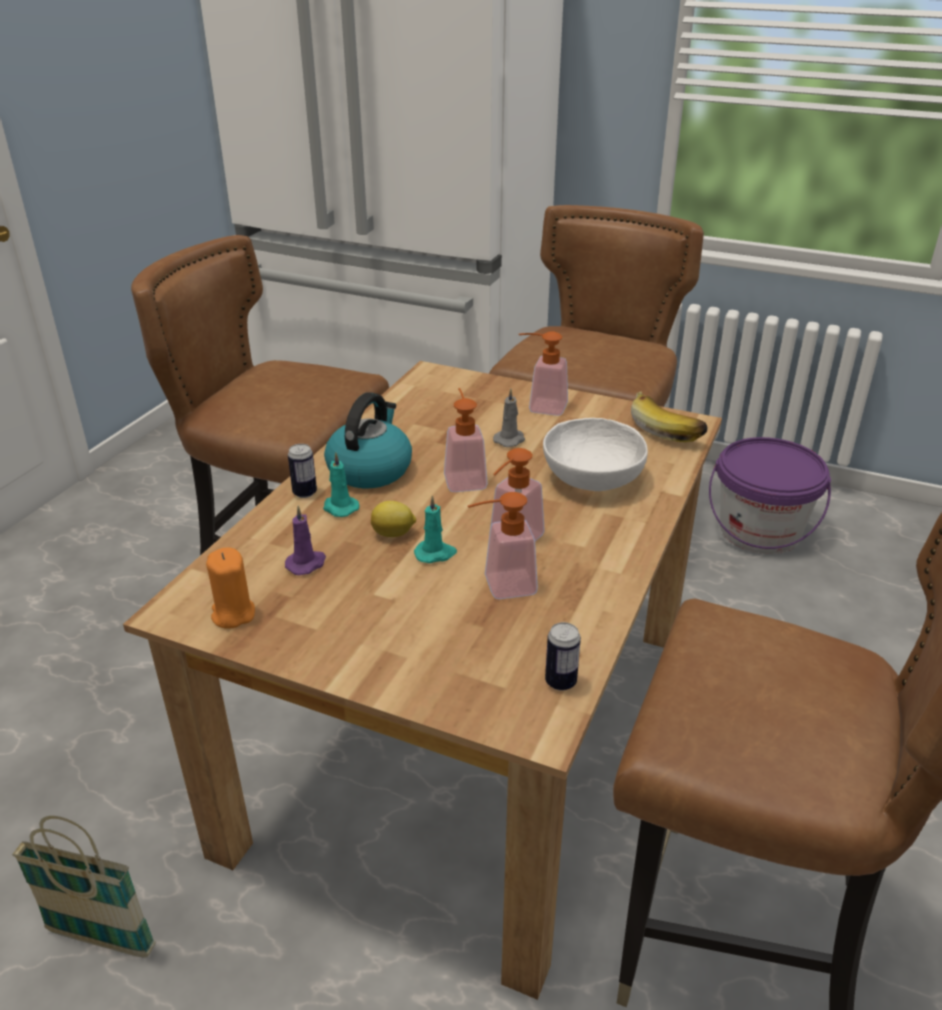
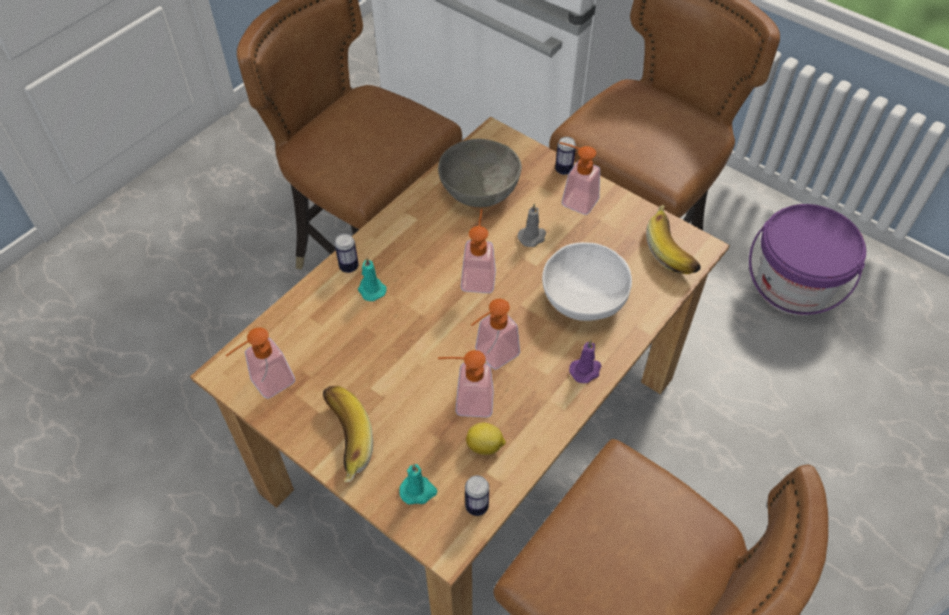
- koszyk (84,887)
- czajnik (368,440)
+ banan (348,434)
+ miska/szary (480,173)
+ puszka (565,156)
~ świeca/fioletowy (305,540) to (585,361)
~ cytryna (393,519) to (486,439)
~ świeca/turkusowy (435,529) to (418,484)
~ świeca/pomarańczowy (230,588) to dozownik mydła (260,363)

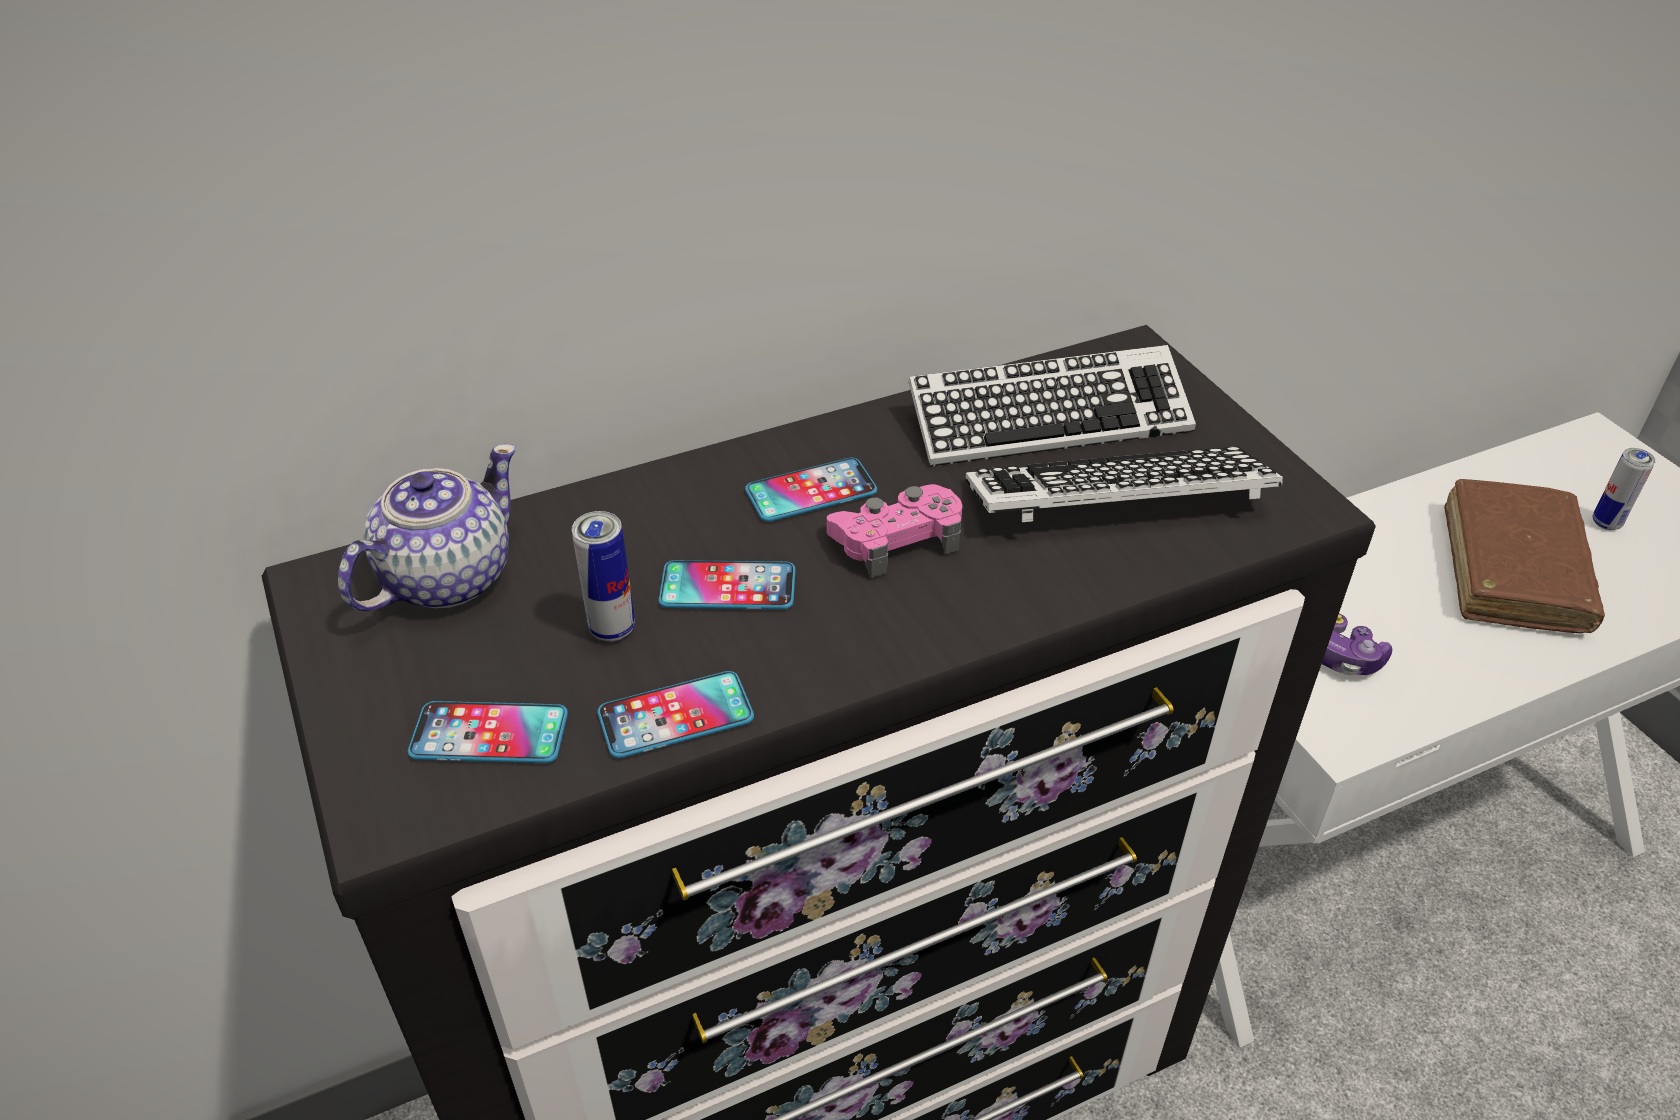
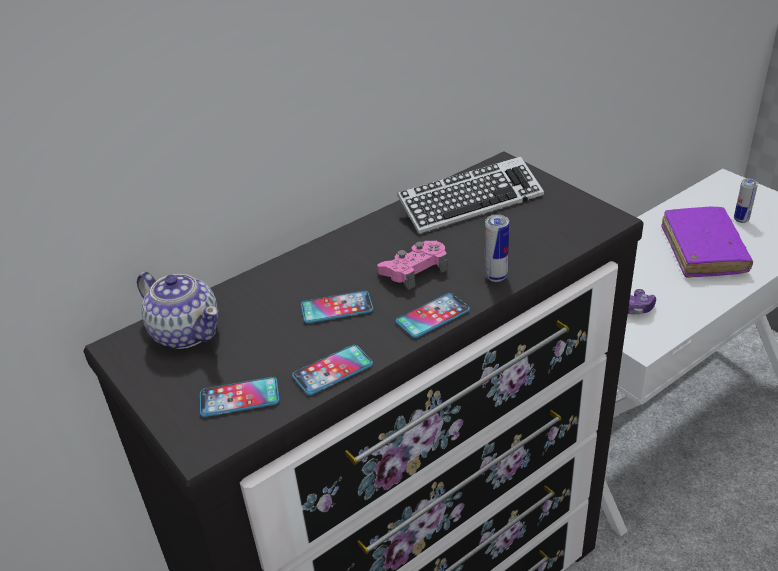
- klawiatura (1124,484)
~ puszka (603,576) to (497,248)
~ telefon (811,490) to (433,315)
~ książka/brązowy (1524,556) to książka/fioletowy (707,242)
~ imbryk (427,527) = (178,310) 105 degrees clockwise

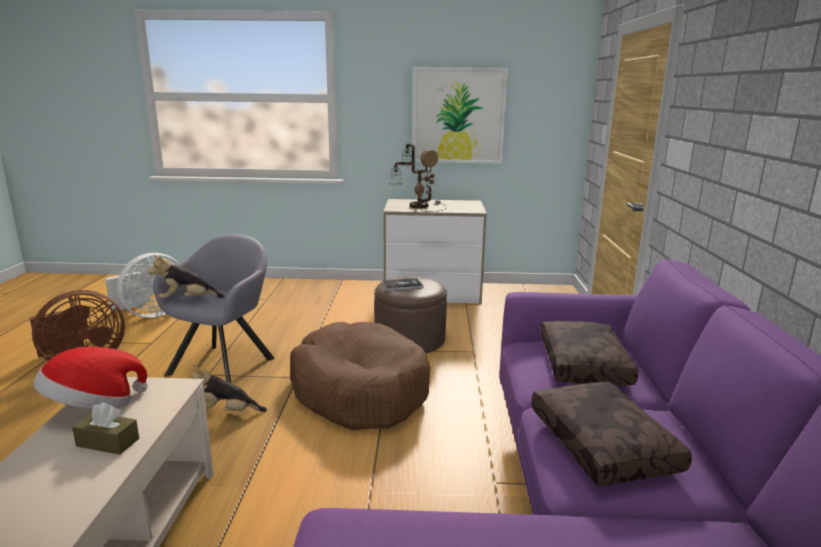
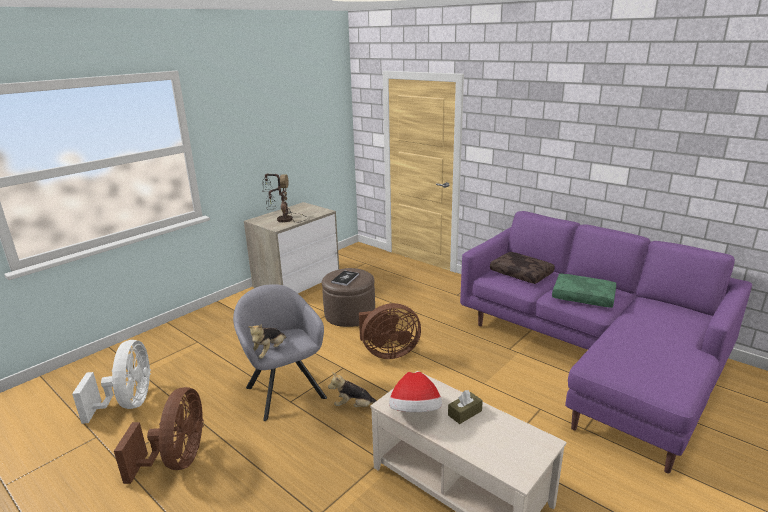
- obraz (460,115)
~ legowisko/brązowy (360,376) to wentylator/brązowy (390,331)
~ poduszka/brązowy (611,434) to poduszka/zielony (584,291)
~ pluszak (229,388) = (352,389) 60 degrees clockwise

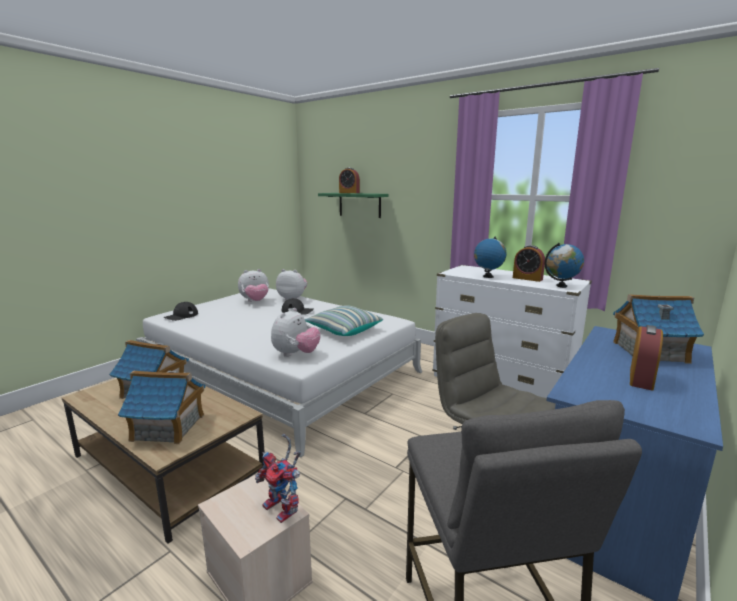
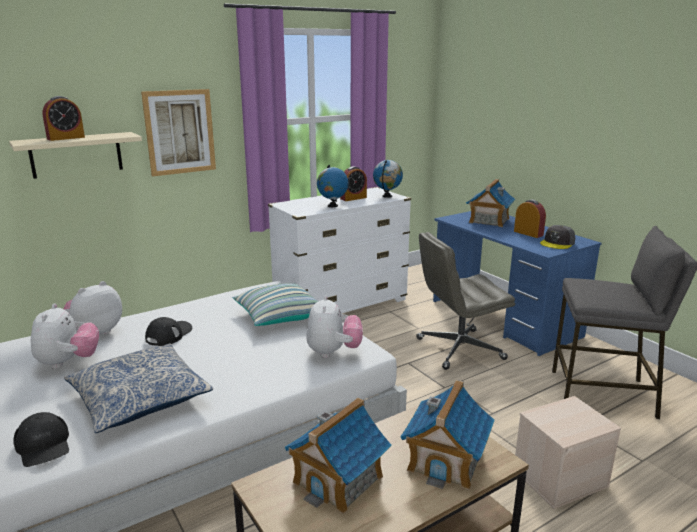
- robot zabawkowy (278,478)
+ poduszka (138,388)
+ obraz (178,133)
+ czapka z daszkiem/szary (557,237)
~ półka/zielony (353,205) to półka/beżowy (75,155)
~ pluszak (296,332) = (334,326) 45 degrees clockwise

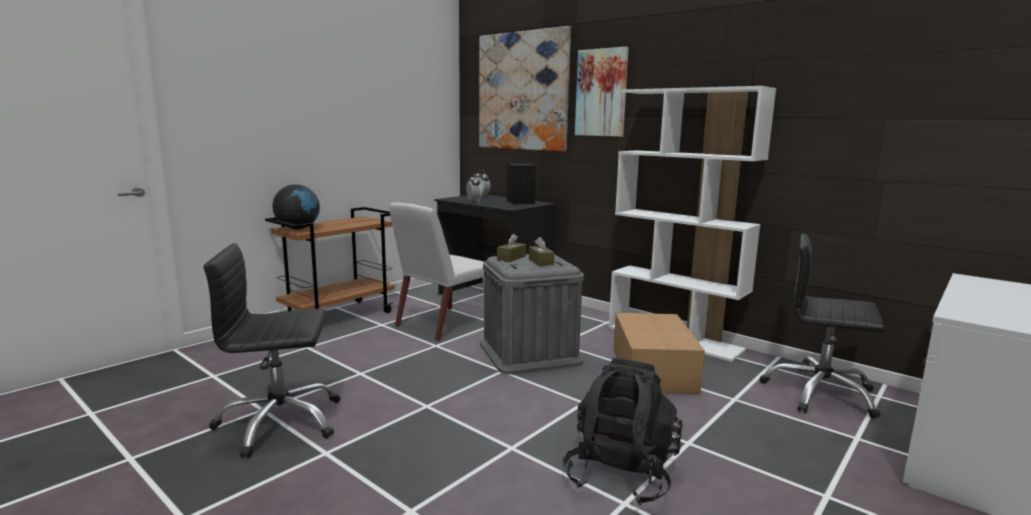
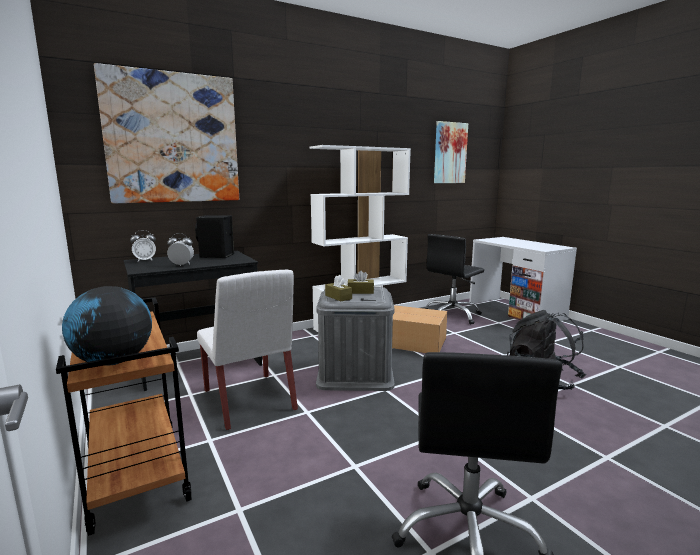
~ obraz (602,92) to (451,152)

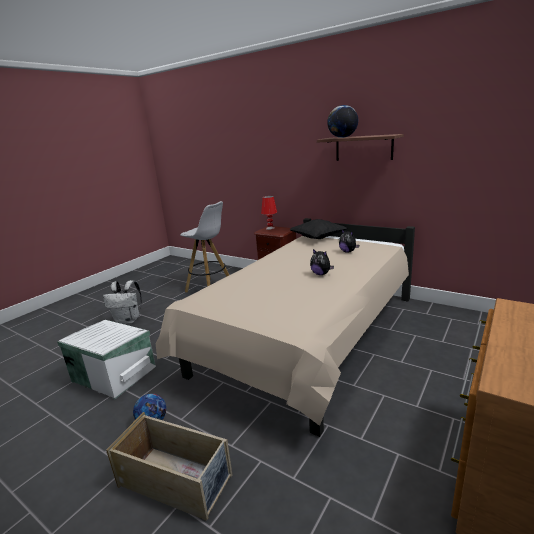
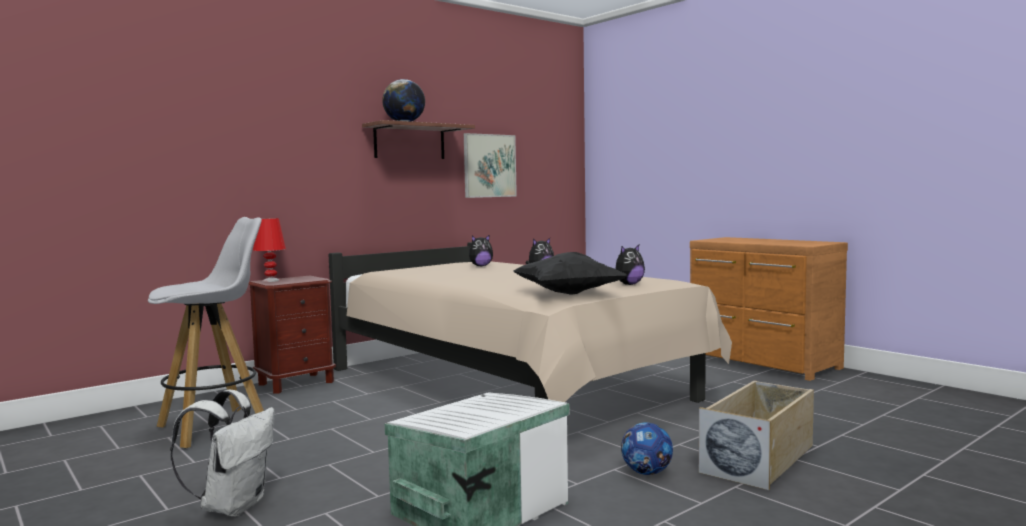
+ obraz (490,165)
+ pluszak (630,265)
~ poduszka/czarny (318,229) to (570,273)

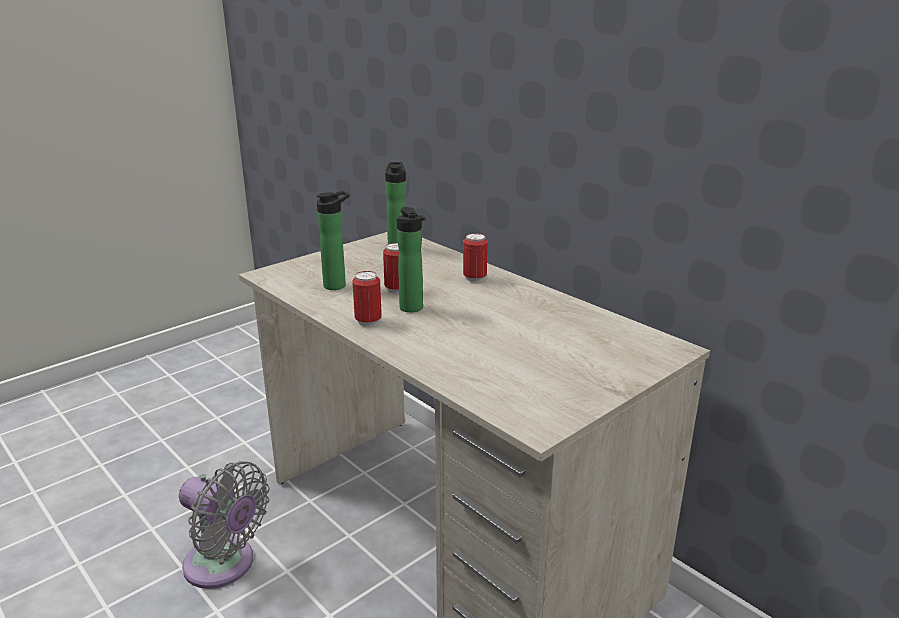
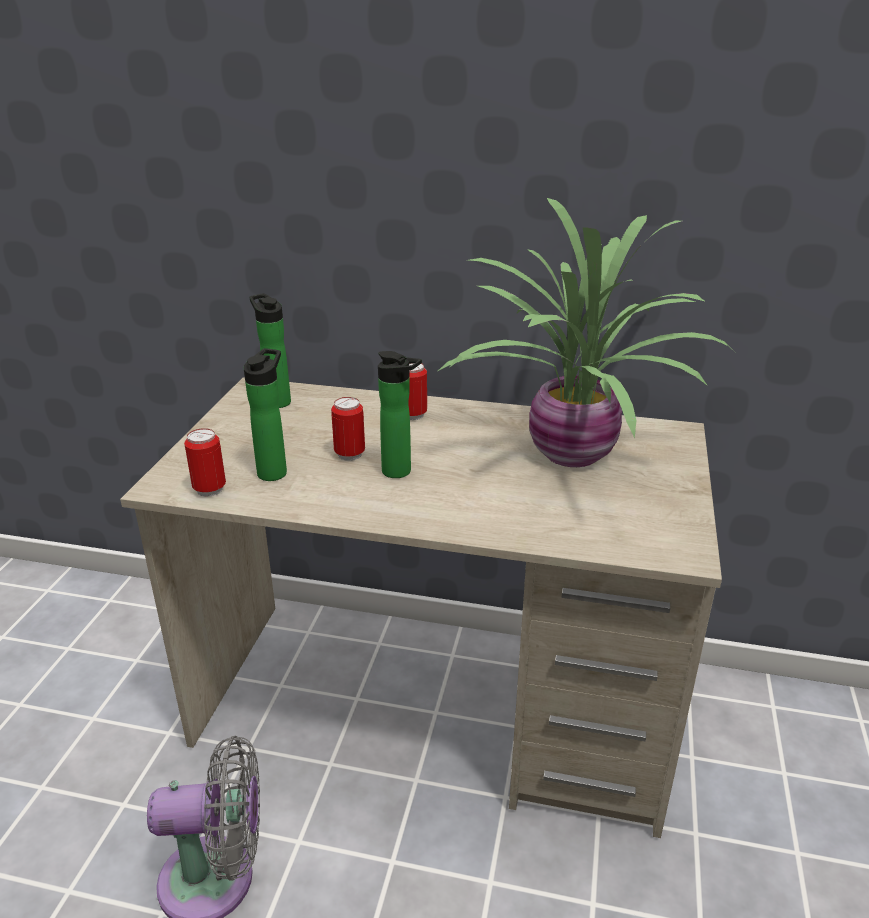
+ roślina doniczkowa (584,332)
~ puszka (367,298) to (205,462)

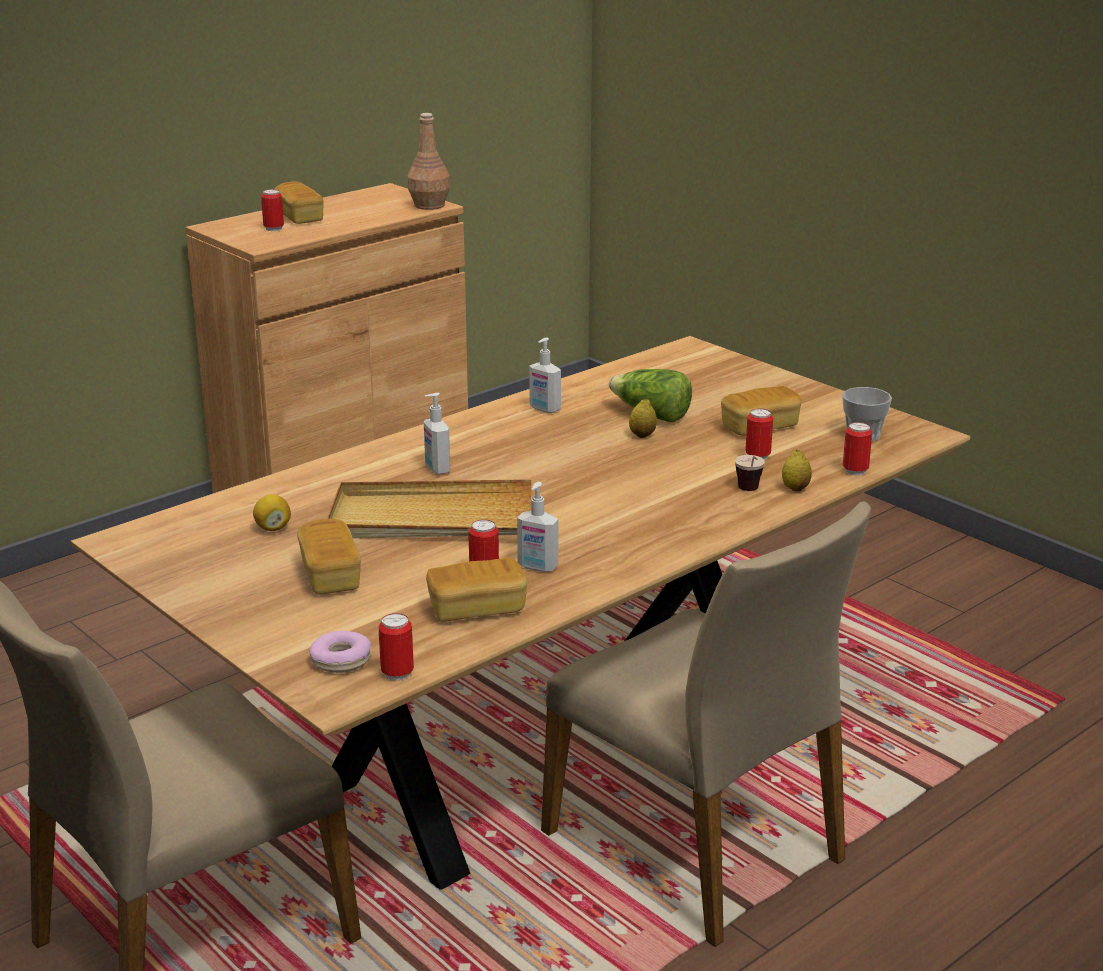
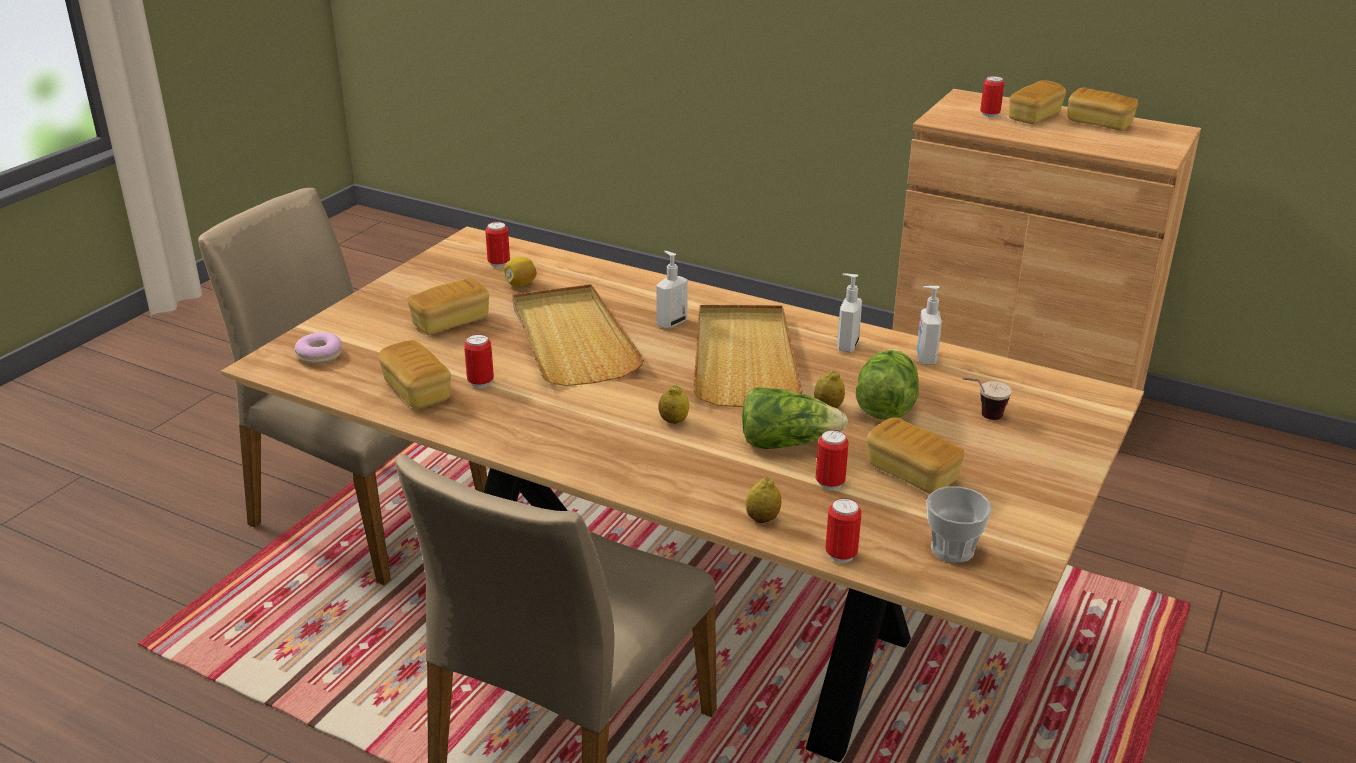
- butelka/brązowy (428,161)
+ cytryna (673,404)
+ taca/beżowy (748,356)
+ sałata (795,418)
+ chleb (1102,109)
~ puszka (396,647) to (497,245)
~ dozownik mydła (537,527) to (929,325)
~ filiżanka (750,473) to (987,399)

